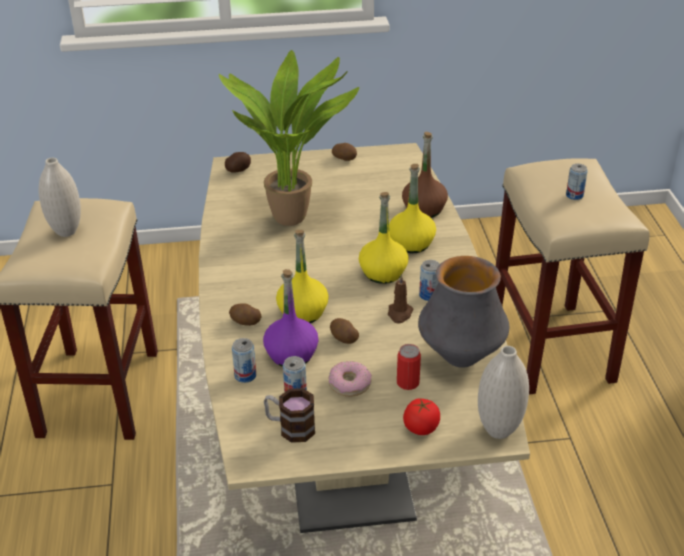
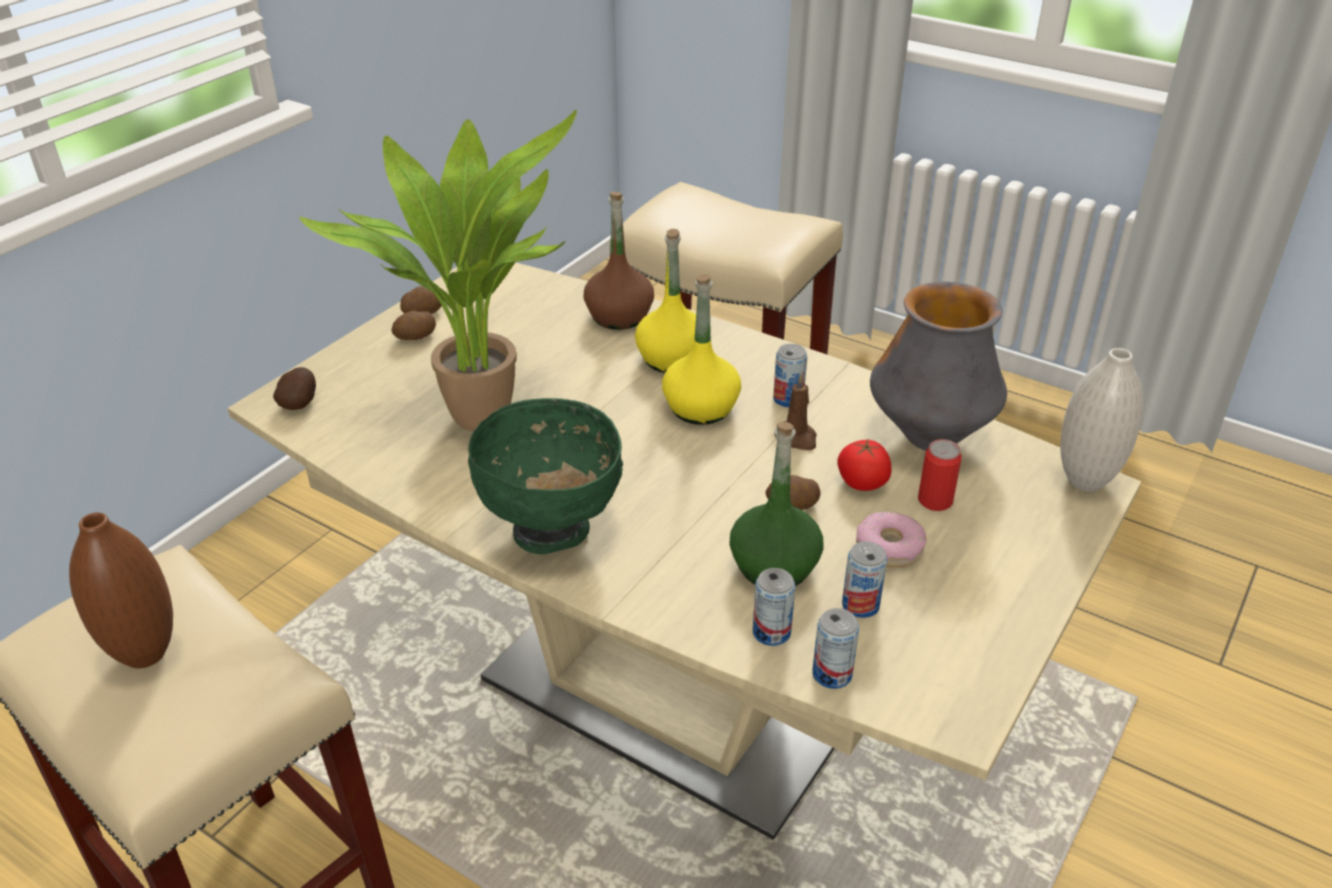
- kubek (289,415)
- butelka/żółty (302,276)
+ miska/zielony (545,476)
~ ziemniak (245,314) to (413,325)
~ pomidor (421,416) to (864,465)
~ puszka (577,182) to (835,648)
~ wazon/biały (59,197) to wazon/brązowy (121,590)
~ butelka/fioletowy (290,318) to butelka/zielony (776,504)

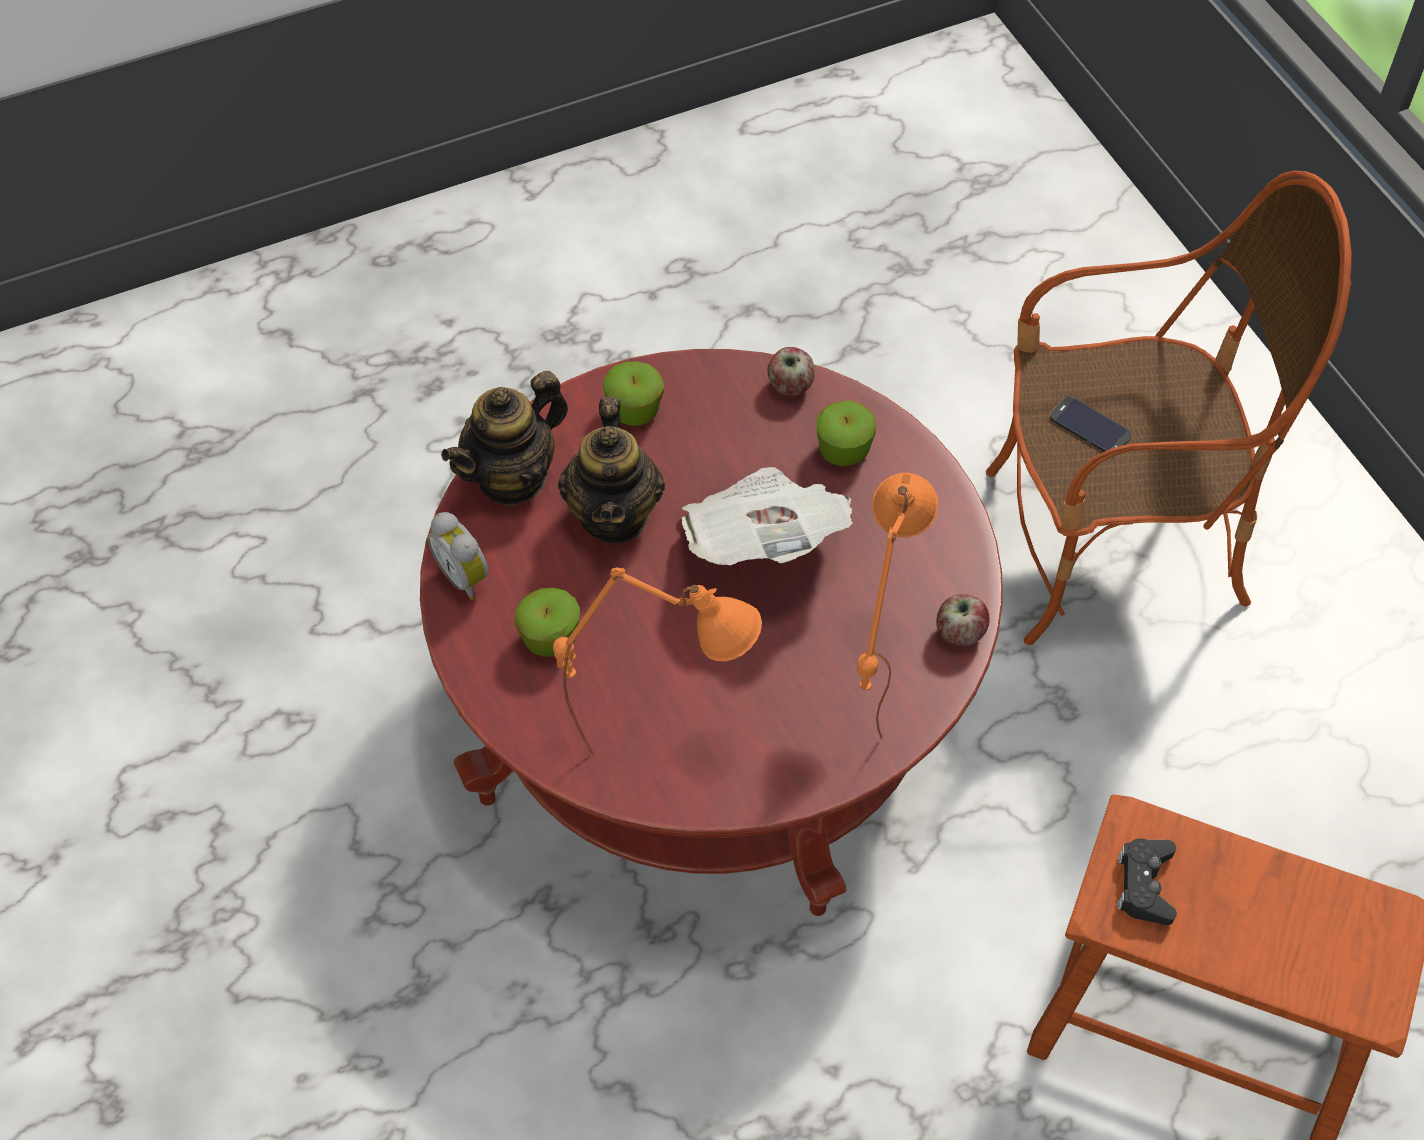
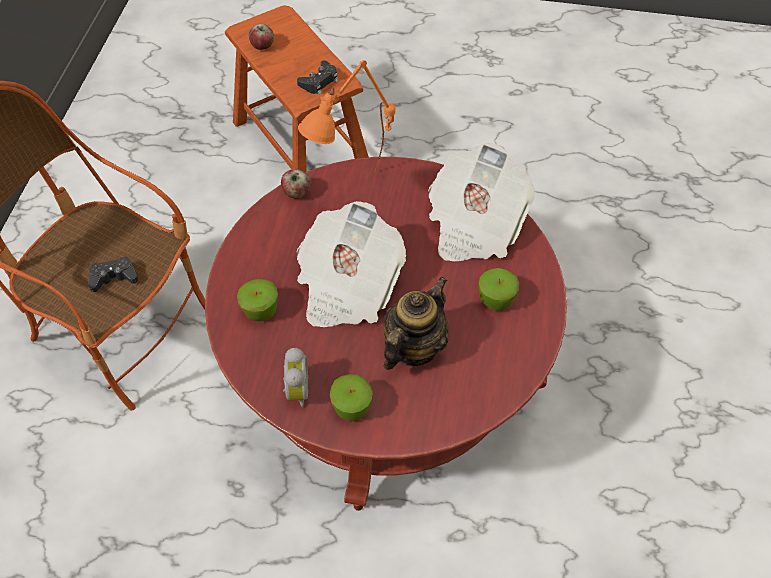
- imbryk (504,438)
~ budzik (458,556) to (295,377)
~ jabłko (791,371) to (261,37)
~ lampa stołowa/pomarańczowy (657,661) to gazeta (481,202)
~ telefon (1090,424) to pad do gier/czarny (113,274)

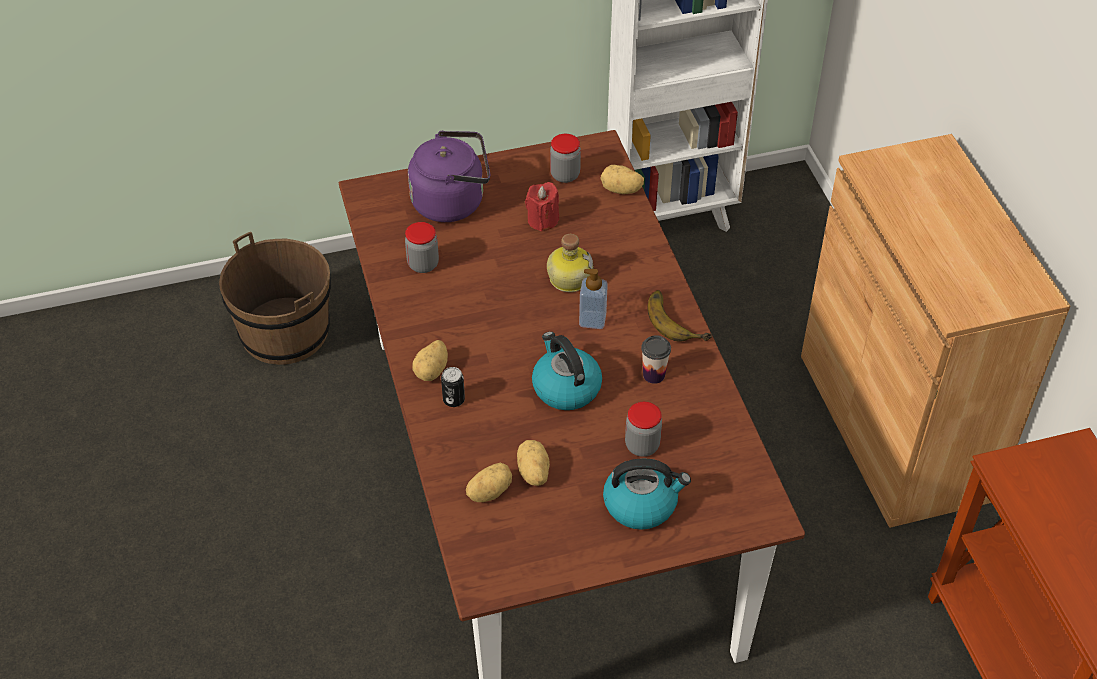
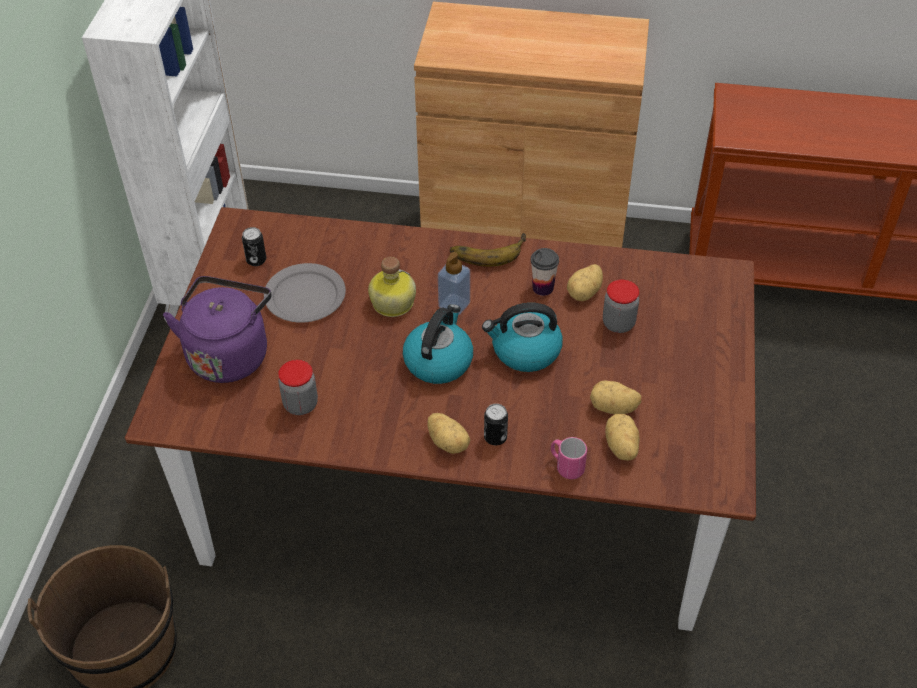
+ kubek/różowy (569,458)
~ ziemniak (622,179) to (585,282)
~ czajnik (647,494) to (438,344)
~ świeca/czerwony (542,207) to talerz/szary (305,293)
~ słoik (565,158) to puszka (254,246)

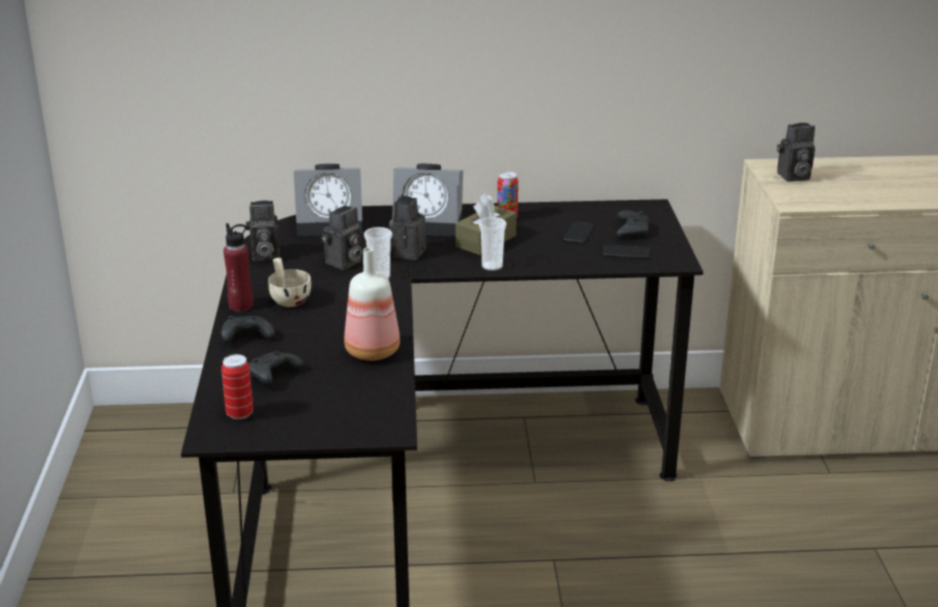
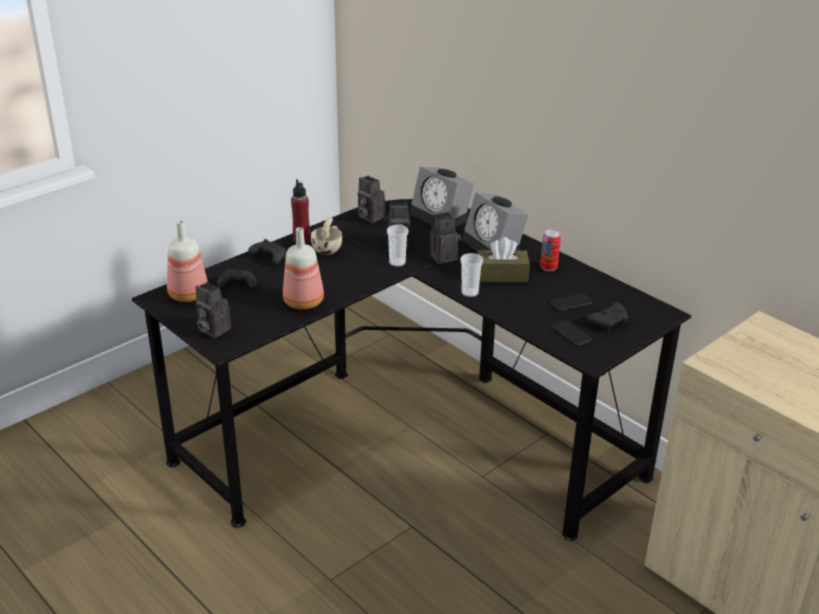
~ aparat fotograficzny (796,152) to (213,310)
~ puszka (237,387) to butelka (187,261)

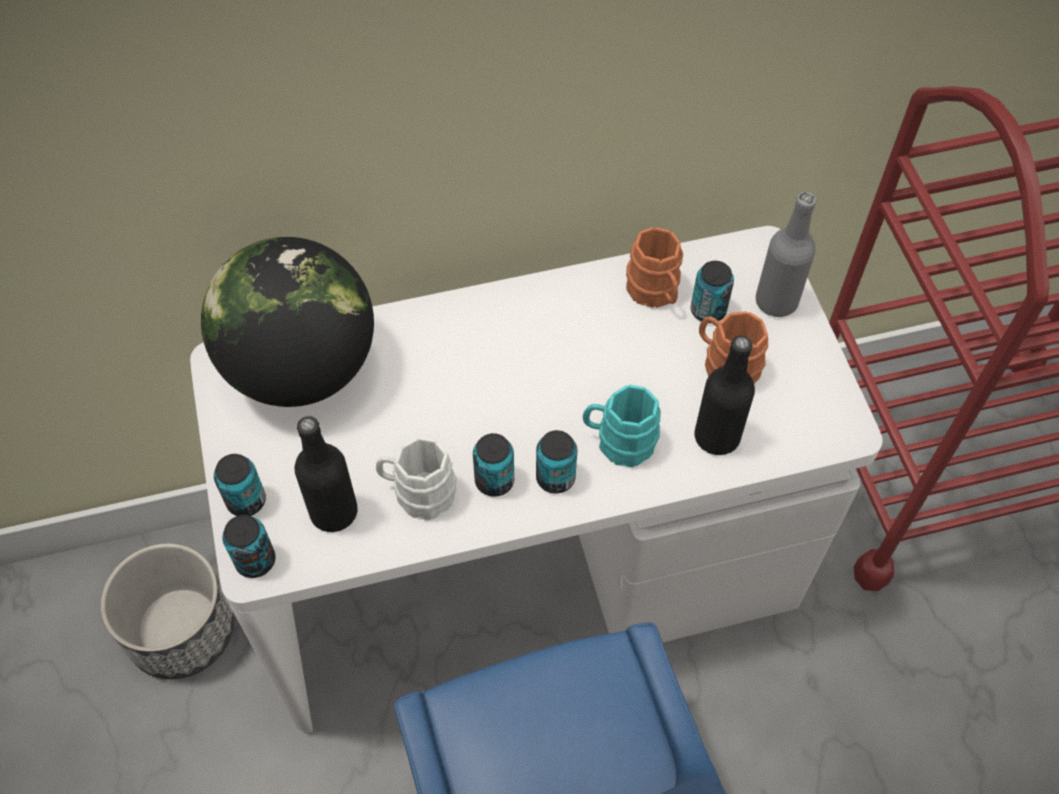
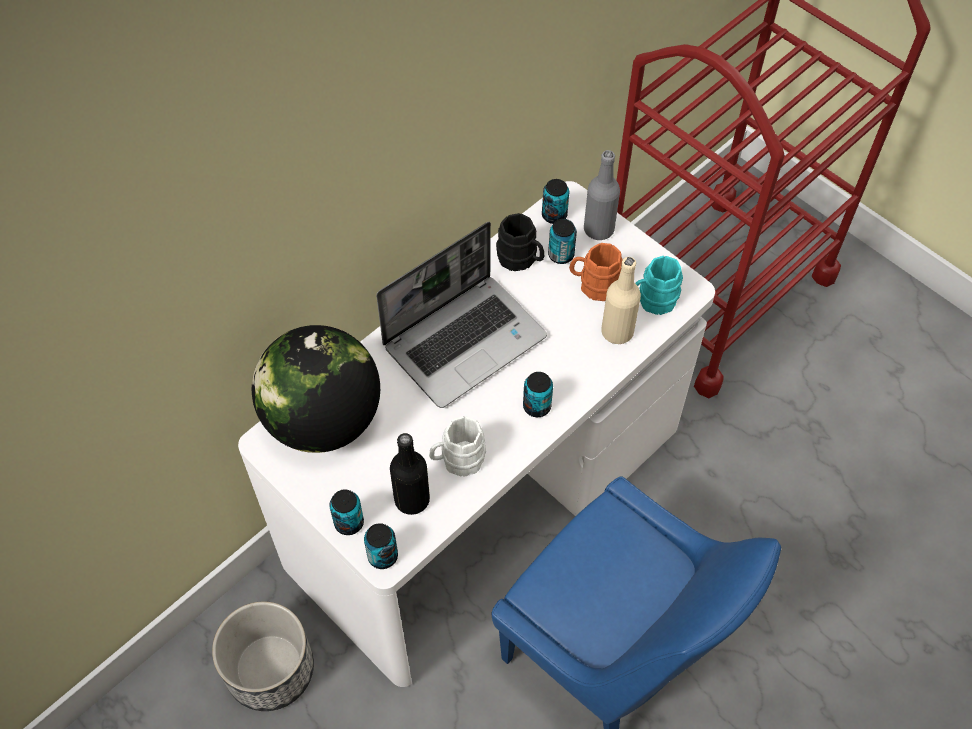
+ laptop (461,315)
~ puszka (493,465) to (555,201)
~ kubek/turkusowy (621,426) to (659,285)
~ kubek/pomarańczowy (654,267) to kubek/czarny (520,242)
~ butelka/czarny (724,395) to butelka/beżowy (621,300)

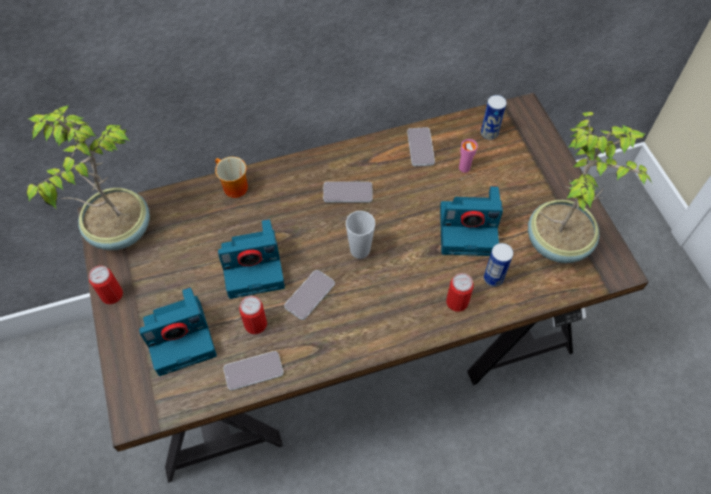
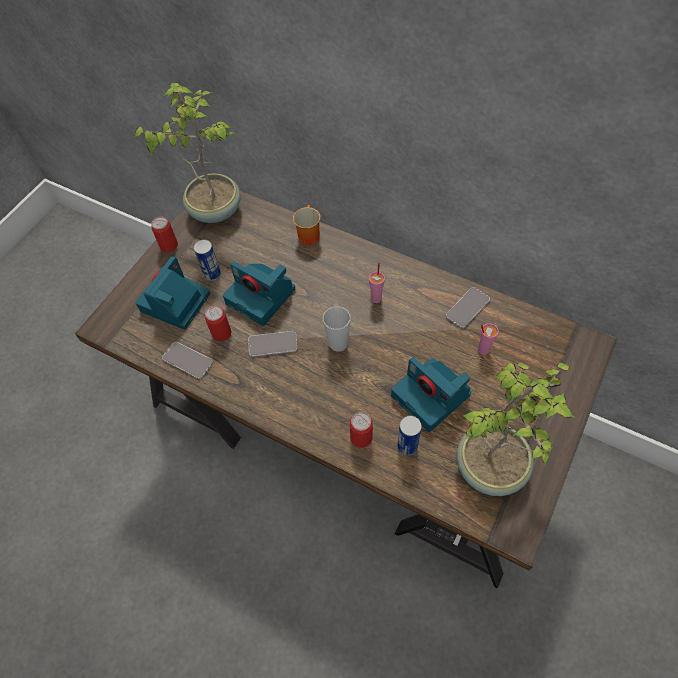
~ puszka (494,117) to (207,260)
~ telefon (348,192) to filiżanka/różowy (377,283)
~ aparat fotograficzny (178,331) = (172,293) 90 degrees clockwise

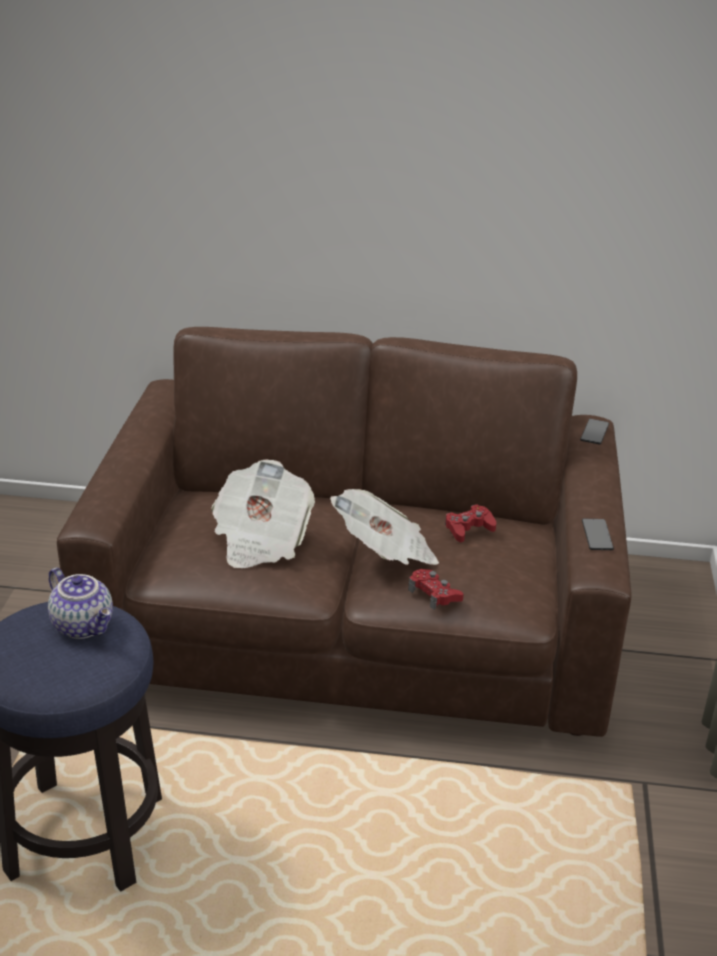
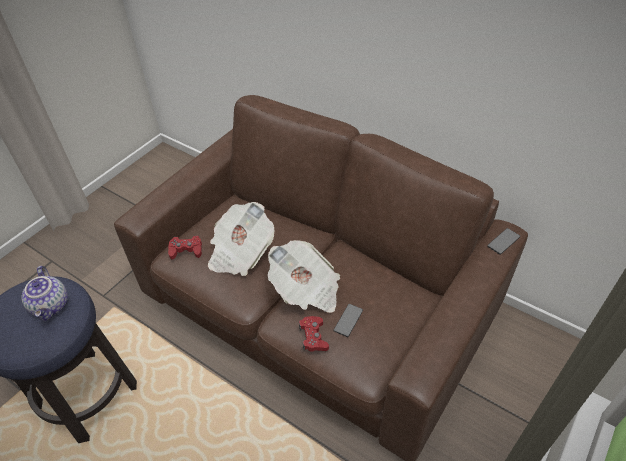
~ pad do gier/czerwony (470,523) to (185,247)
~ telefon (598,534) to (348,320)

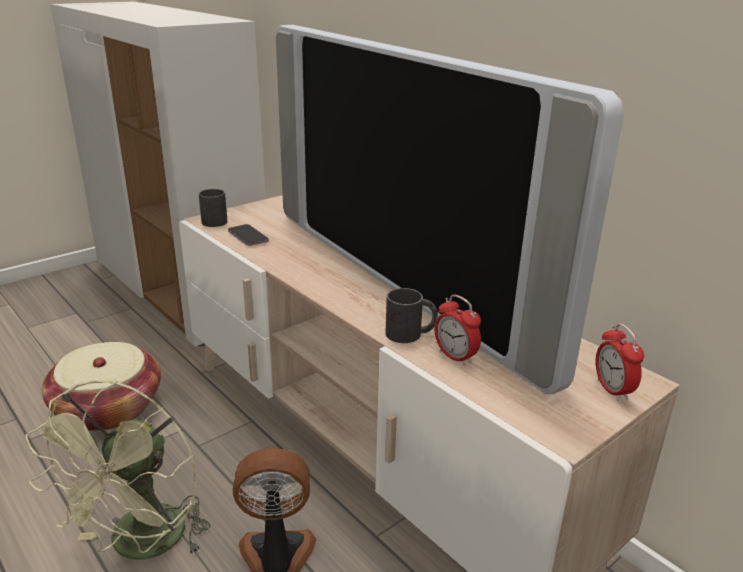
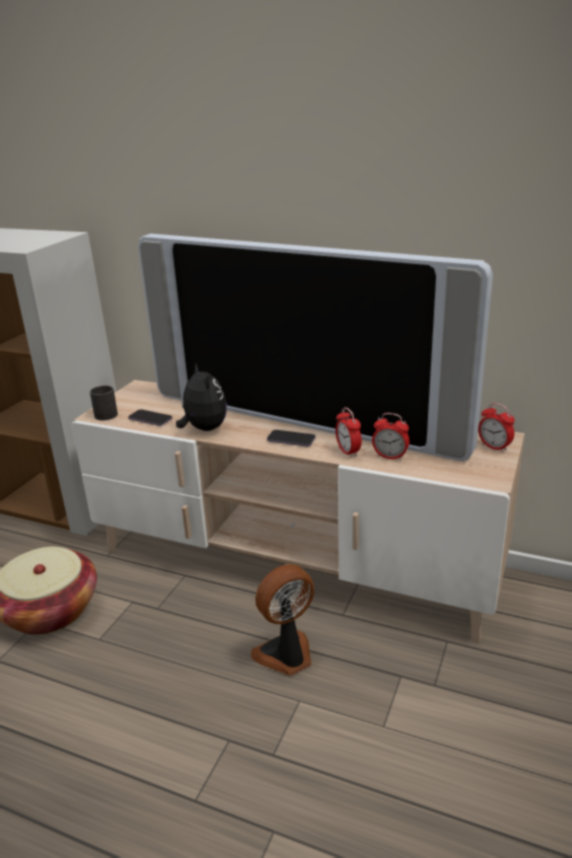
- wentylator/zielony (118,470)
+ pluszak (201,397)
+ telefon (291,438)
~ kubek/czarny (411,315) to budzik (349,432)

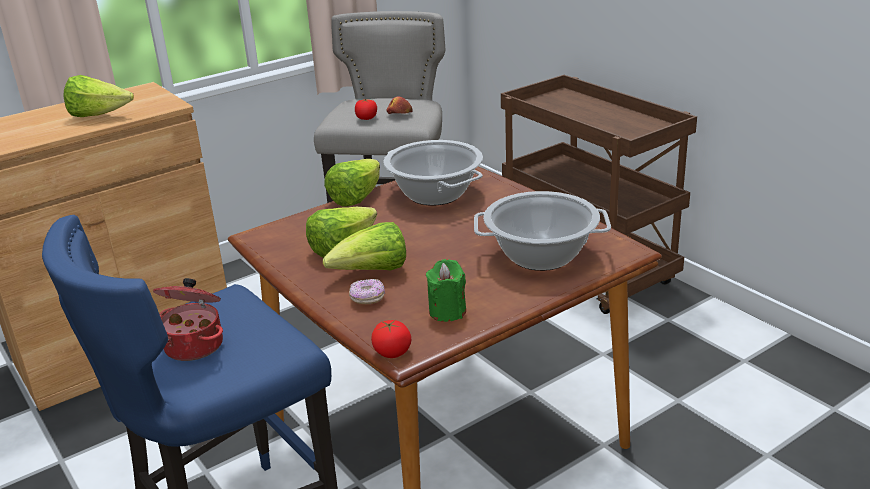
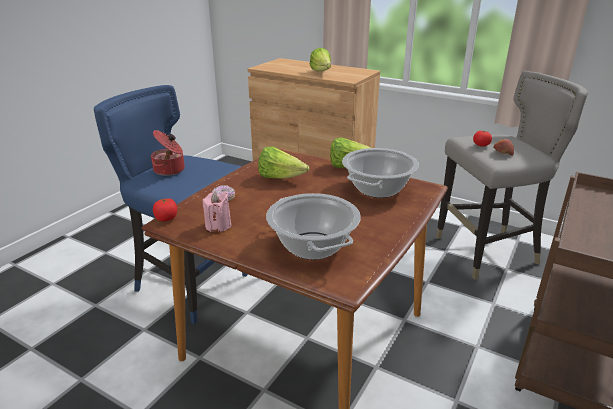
- sałata (364,246)
~ świeca/zielony (446,290) to świeca/różowy (217,211)

